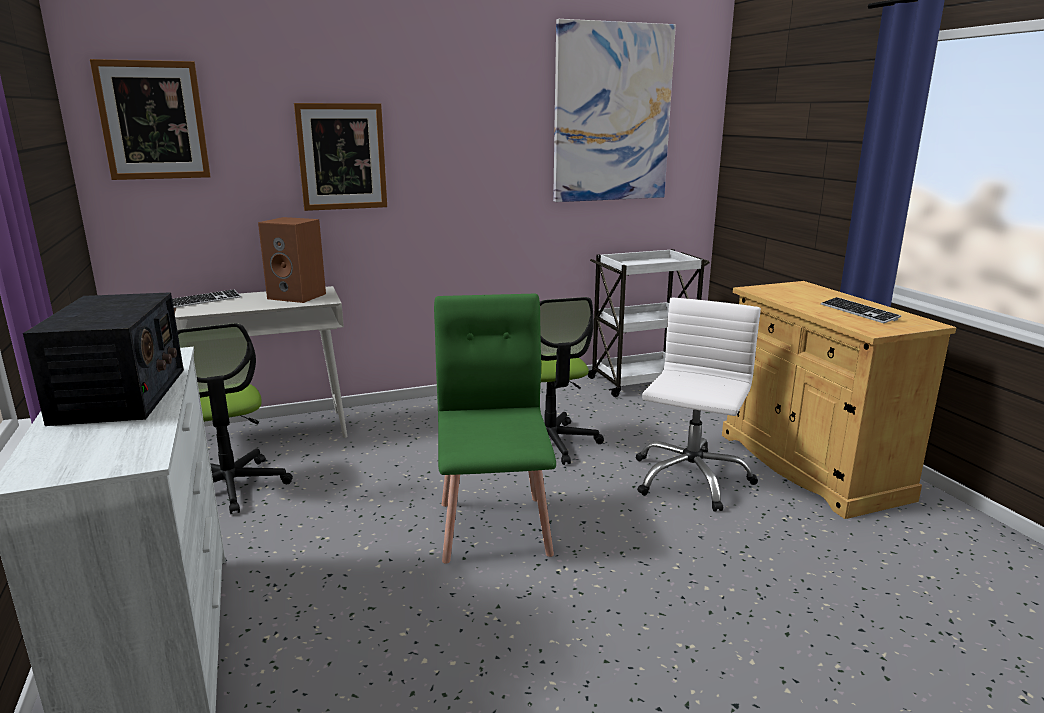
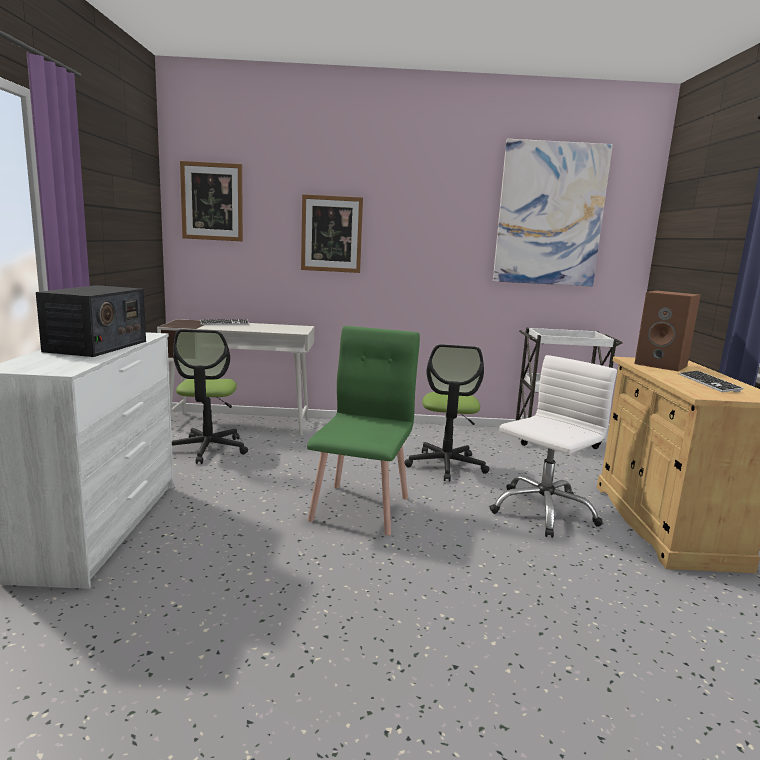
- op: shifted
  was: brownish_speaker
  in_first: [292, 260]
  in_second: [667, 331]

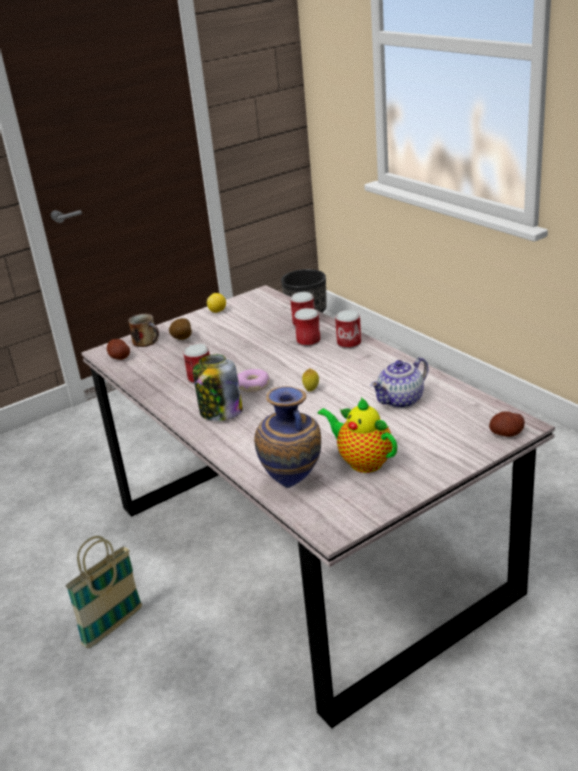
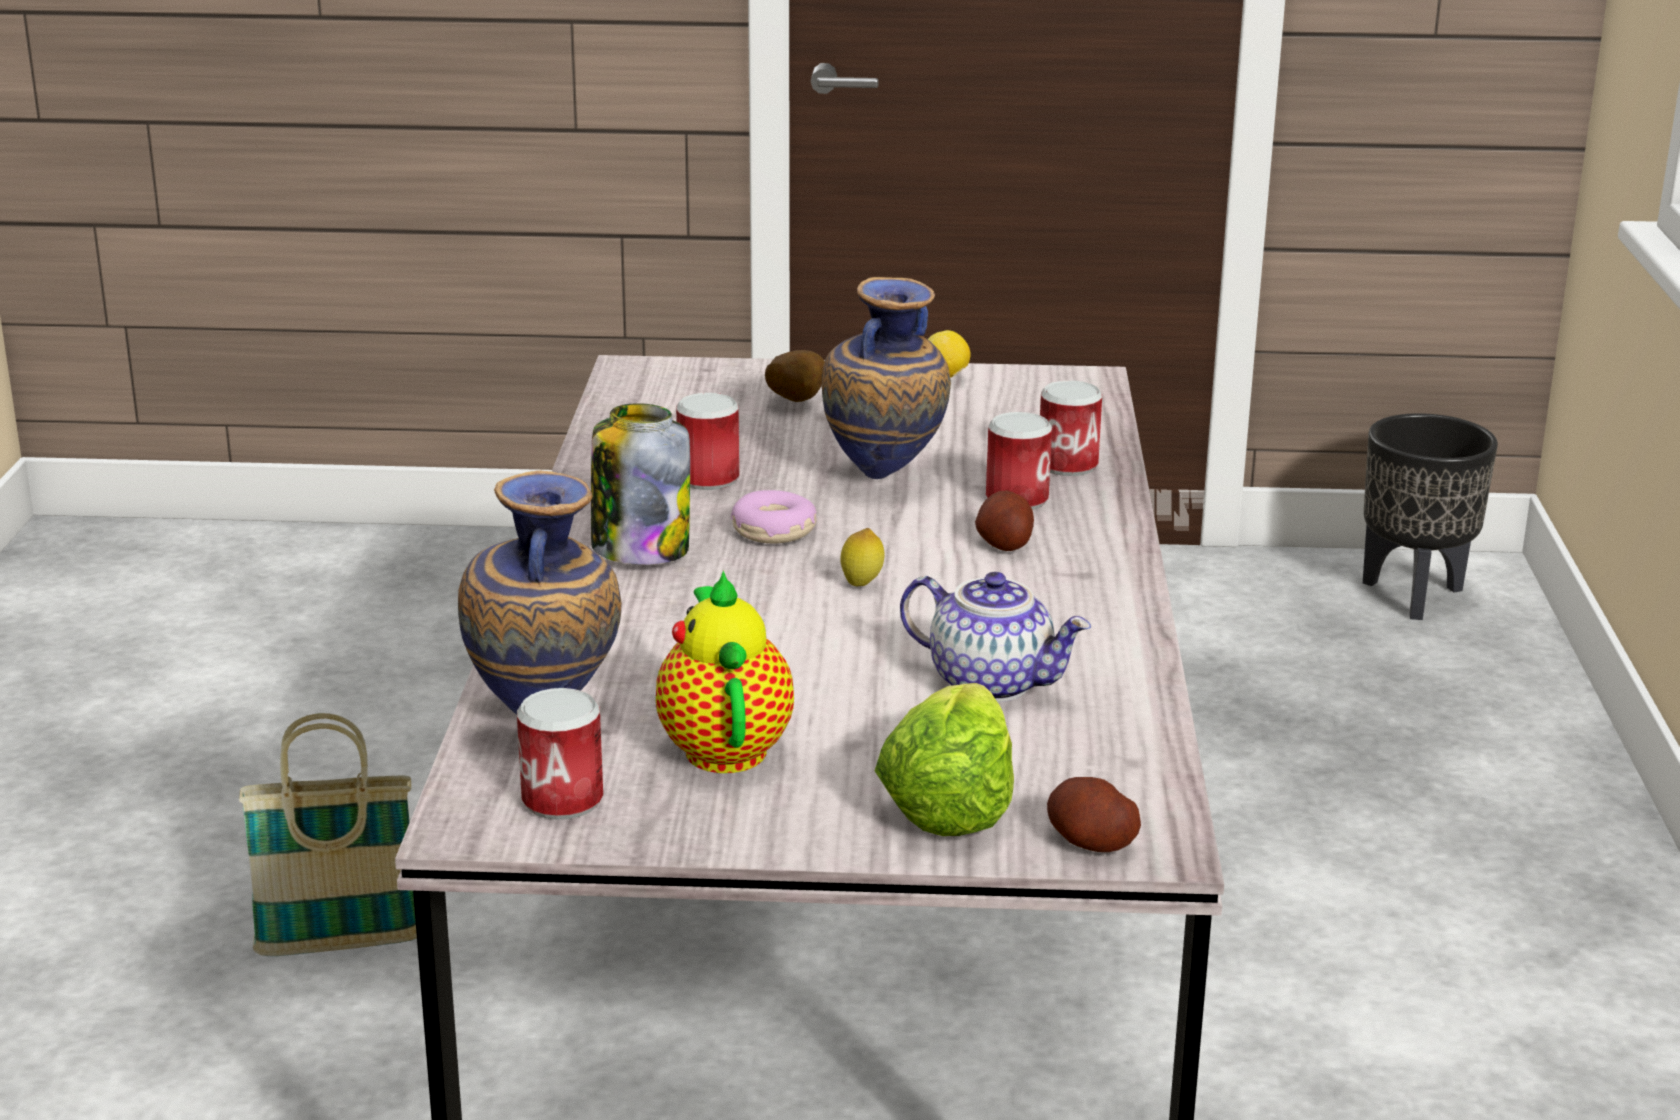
- op: shifted
  was: potato
  in_first: [118, 349]
  in_second: [1004, 520]
- op: gone
  was: coffee_mug
  in_first: [143, 330]
- op: shifted
  was: metal_can
  in_first: [348, 329]
  in_second: [560, 754]
- op: rotated
  was: tea_pot
  in_first: [399, 382]
  in_second: [995, 637]
  clockwise: -150
- op: new
  now: flower_vase
  in_second: [886, 378]
- op: new
  now: lettuce_head
  in_second: [944, 759]

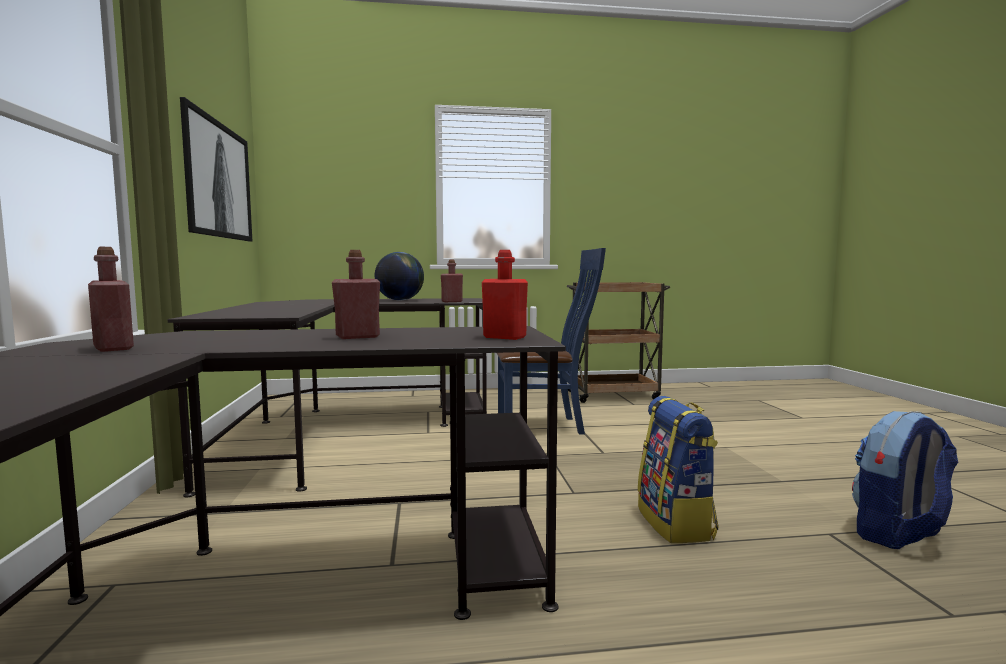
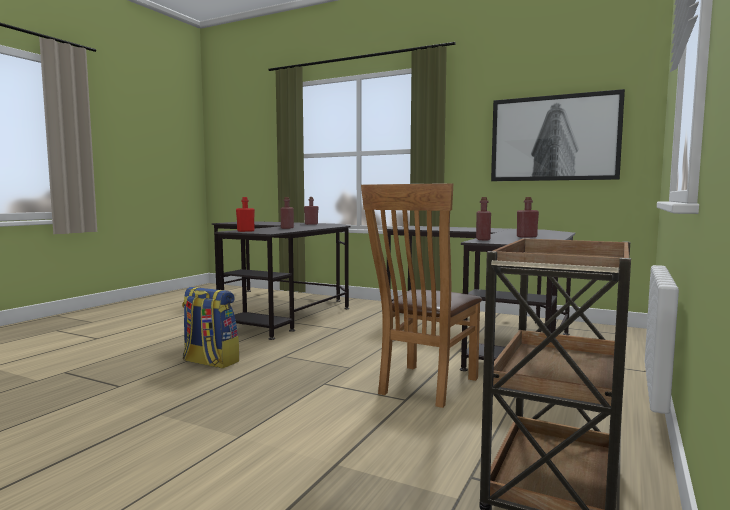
- op: swapped
  was: globe
  now: red-coloured_beverage_bottle
  in_first: [399, 276]
  in_second: [528, 217]
- op: repainted
  was: blue-coloured_plain_chair
  now: brownish_plain_chair
  in_first: [551, 341]
  in_second: [421, 295]
- op: gone
  was: rucksack
  in_first: [905, 480]

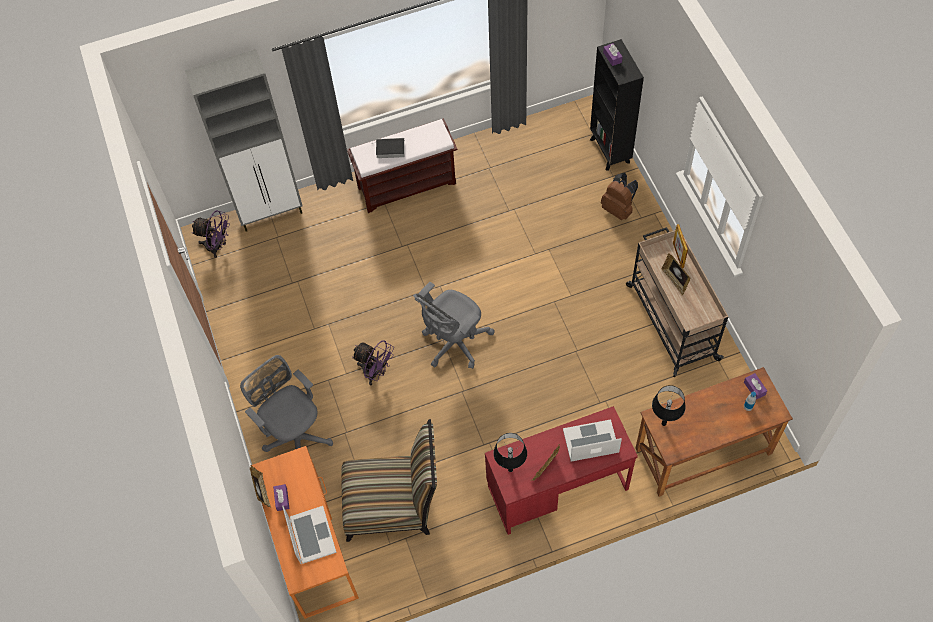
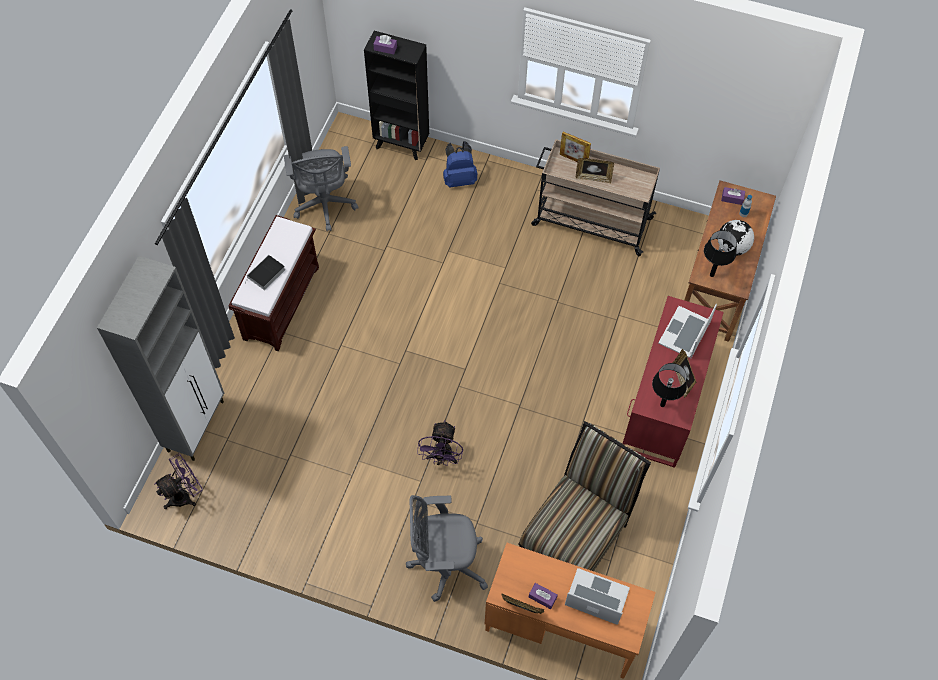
- op: rotated
  was: purple-coloured_electric_fan
  in_first: [373, 362]
  in_second: [440, 443]
  clockwise: 120
- op: shifted
  was: gray_computer_chair
  in_first: [454, 325]
  in_second: [321, 188]
- op: repainted
  was: brownish_rucksack
  now: blue-coloured_rucksack
  in_first: [619, 196]
  in_second: [460, 164]
- op: new
  now: globe
  in_second: [736, 238]

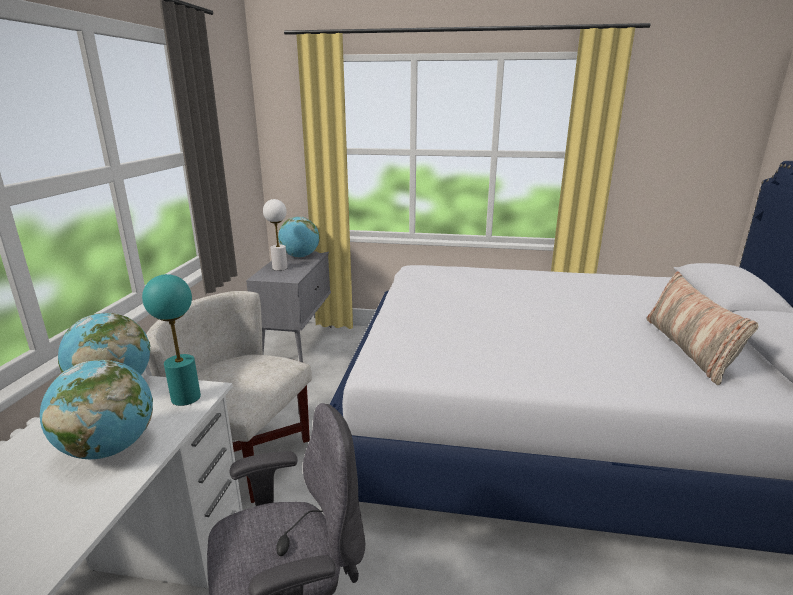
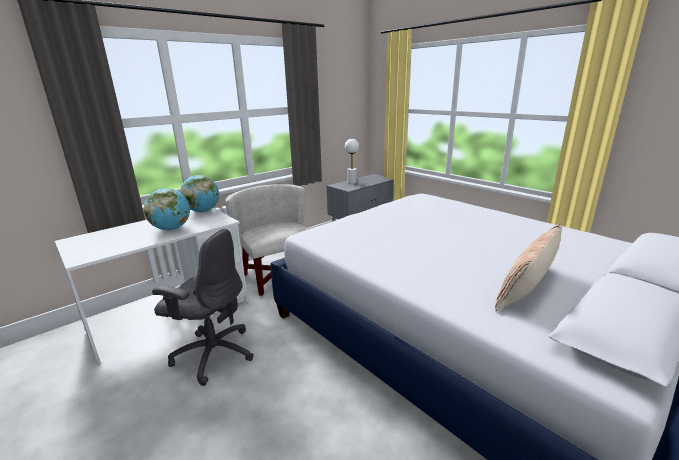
- op: gone
  was: blue-green_lamp_for_a_table
  in_first: [171, 340]
- op: gone
  was: globe
  in_first: [298, 237]

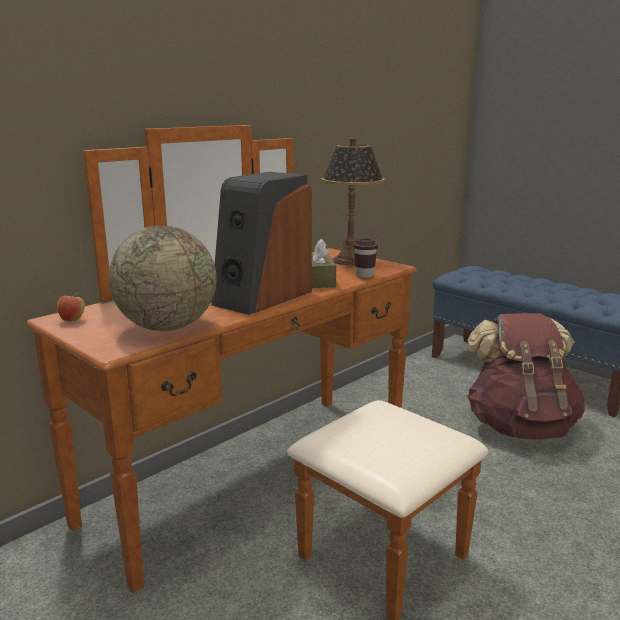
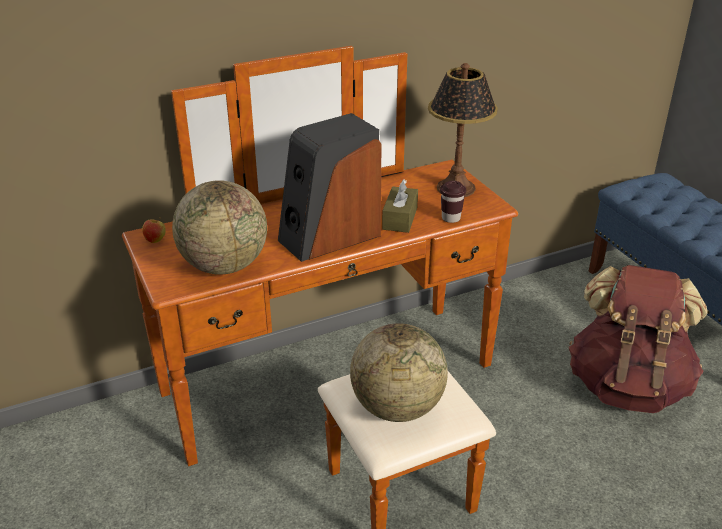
- op: new
  now: globe
  in_second: [399, 372]

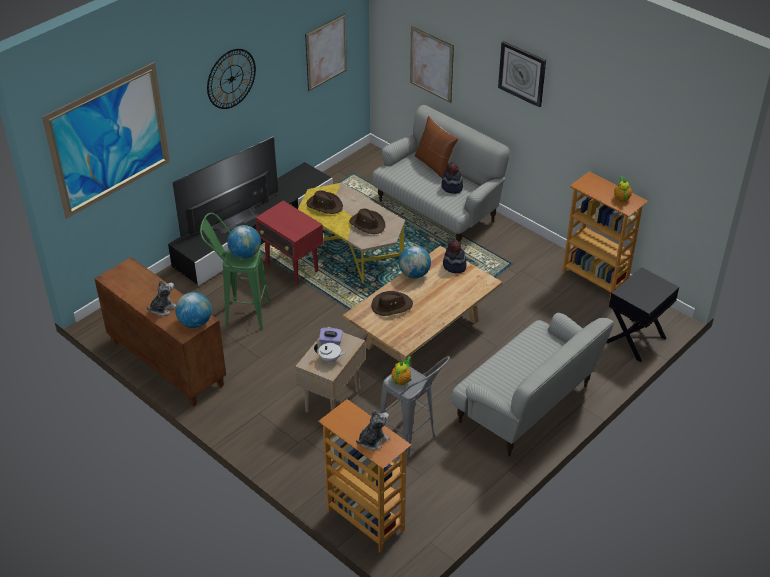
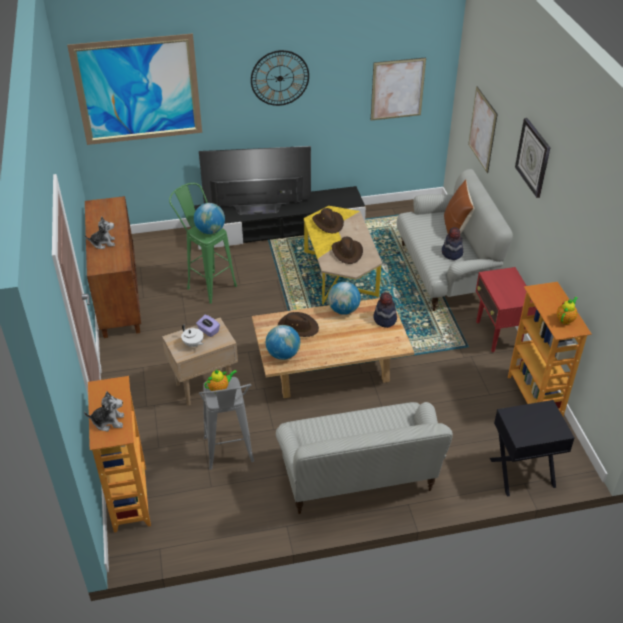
- op: shifted
  was: globe
  in_first: [193, 310]
  in_second: [283, 342]
- op: shifted
  was: red-coloured_accent_table
  in_first: [289, 242]
  in_second: [506, 309]

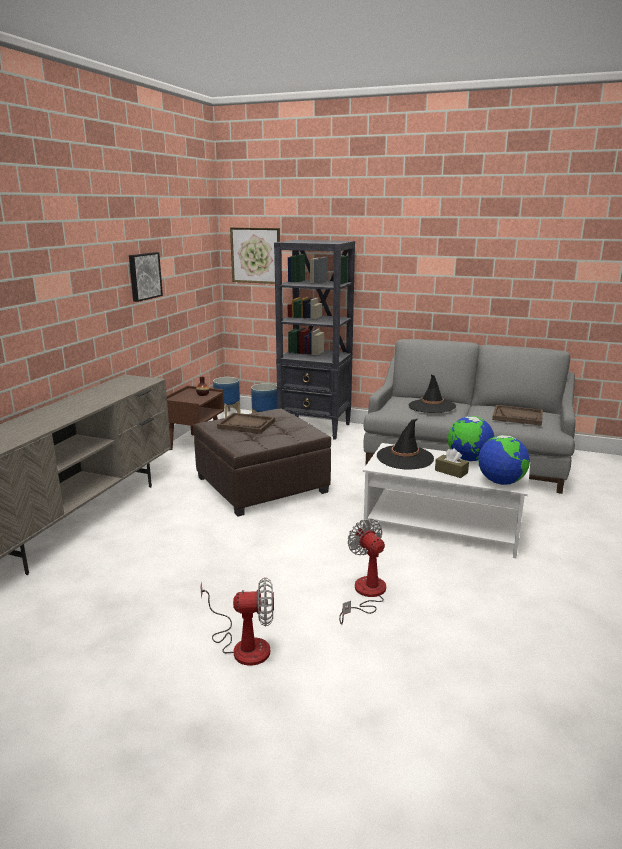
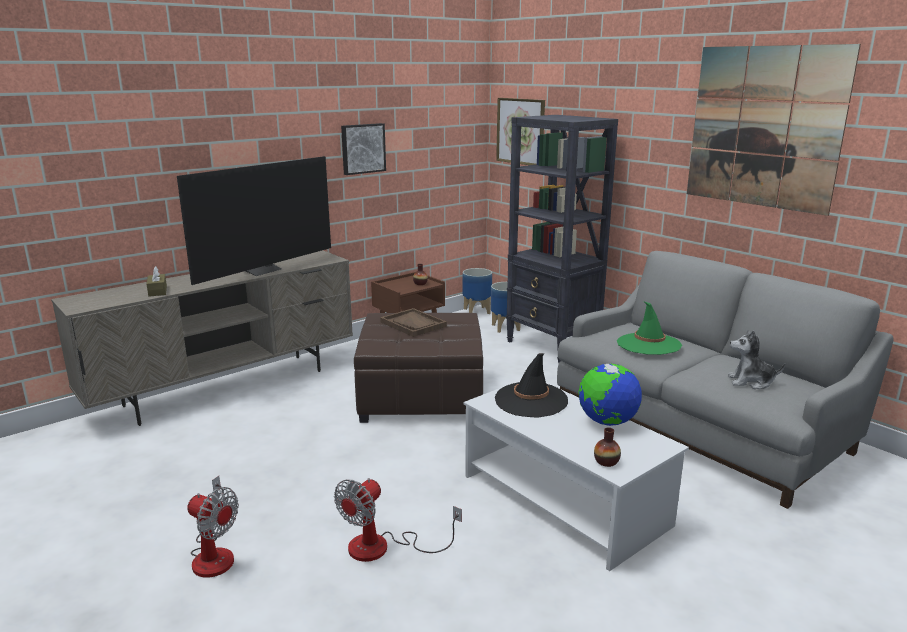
- op: rotated
  was: electric_fan
  in_first: [362, 572]
  in_second: [398, 520]
  clockwise: -150
- op: repainted
  was: blackish_clothing_hat
  now: green_clothing_hat
  in_first: [432, 394]
  in_second: [649, 328]
- op: shifted
  was: brownish_tissue_box
  in_first: [452, 463]
  in_second: [156, 281]
- op: swapped
  was: globe
  now: flower_vase
  in_first: [504, 460]
  in_second: [607, 447]
- op: swapped
  was: brownish_carrying_tray
  now: soft_toy
  in_first: [517, 415]
  in_second: [756, 359]
- op: new
  now: television
  in_second: [254, 220]
- op: new
  now: wall_art
  in_second: [774, 130]

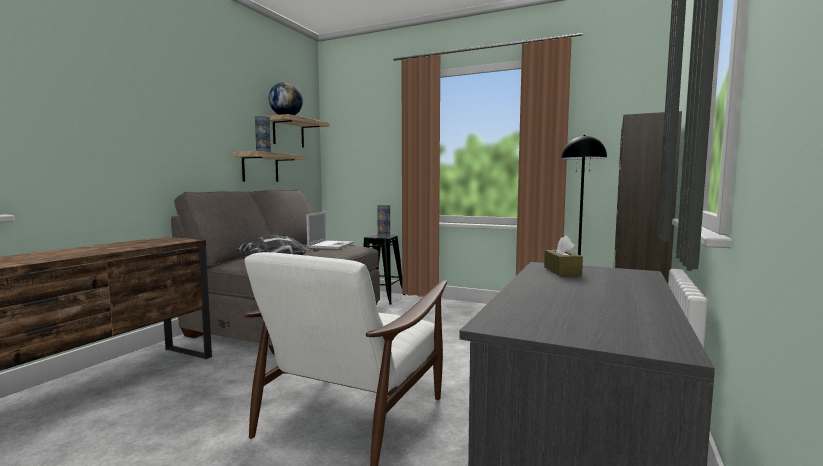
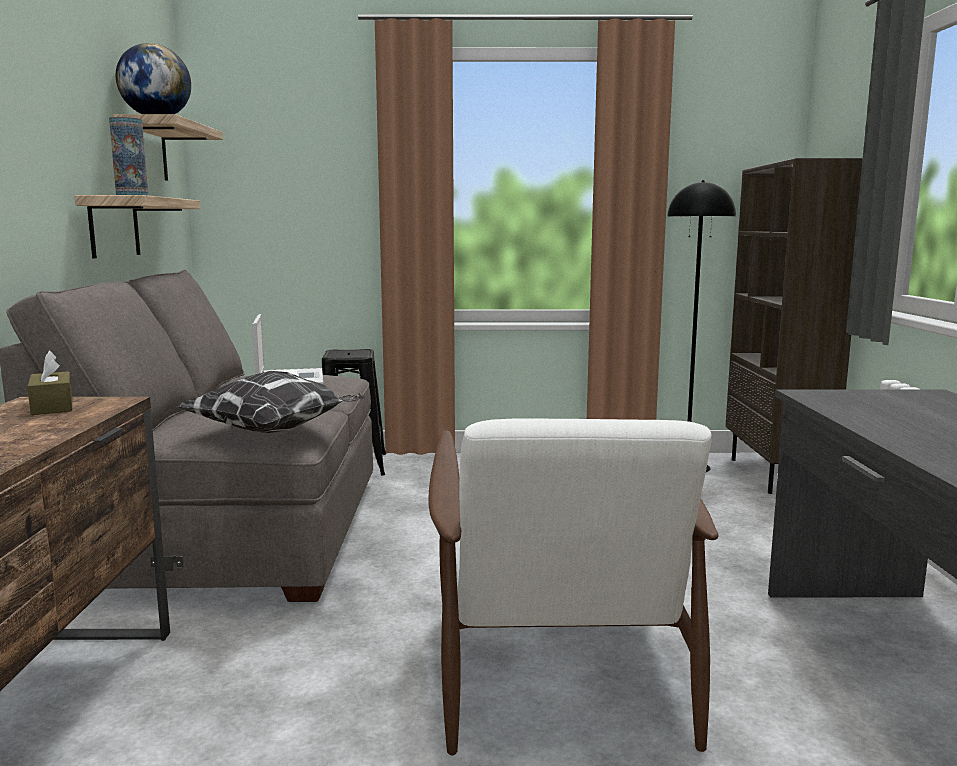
- op: gone
  was: flower_vase
  in_first: [383, 221]
- op: shifted
  was: brownish_tissue_box
  in_first: [563, 255]
  in_second: [49, 382]

